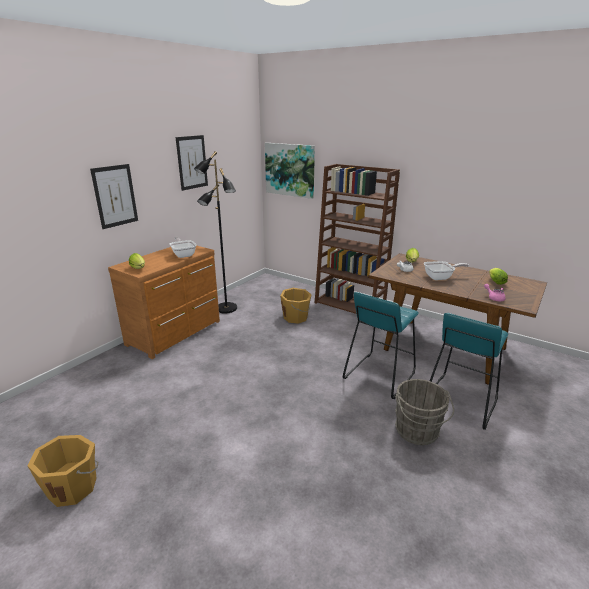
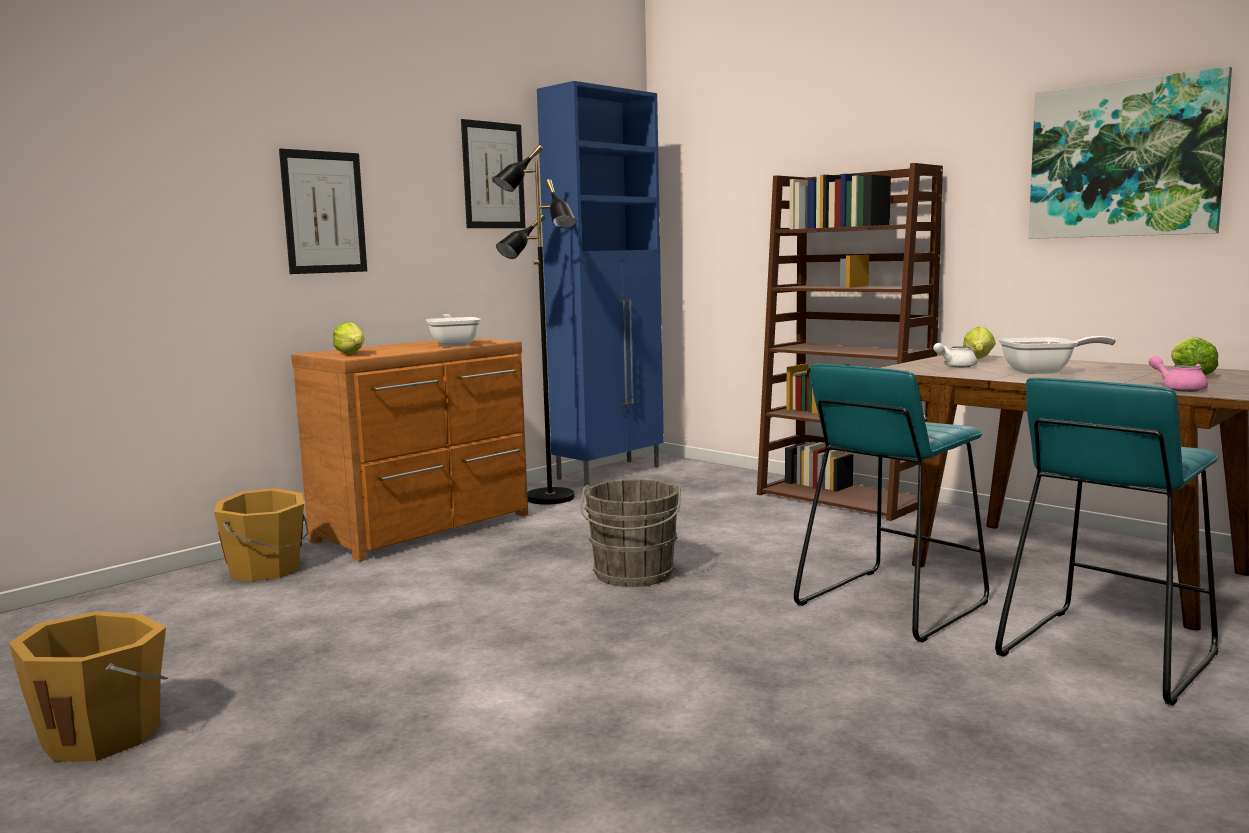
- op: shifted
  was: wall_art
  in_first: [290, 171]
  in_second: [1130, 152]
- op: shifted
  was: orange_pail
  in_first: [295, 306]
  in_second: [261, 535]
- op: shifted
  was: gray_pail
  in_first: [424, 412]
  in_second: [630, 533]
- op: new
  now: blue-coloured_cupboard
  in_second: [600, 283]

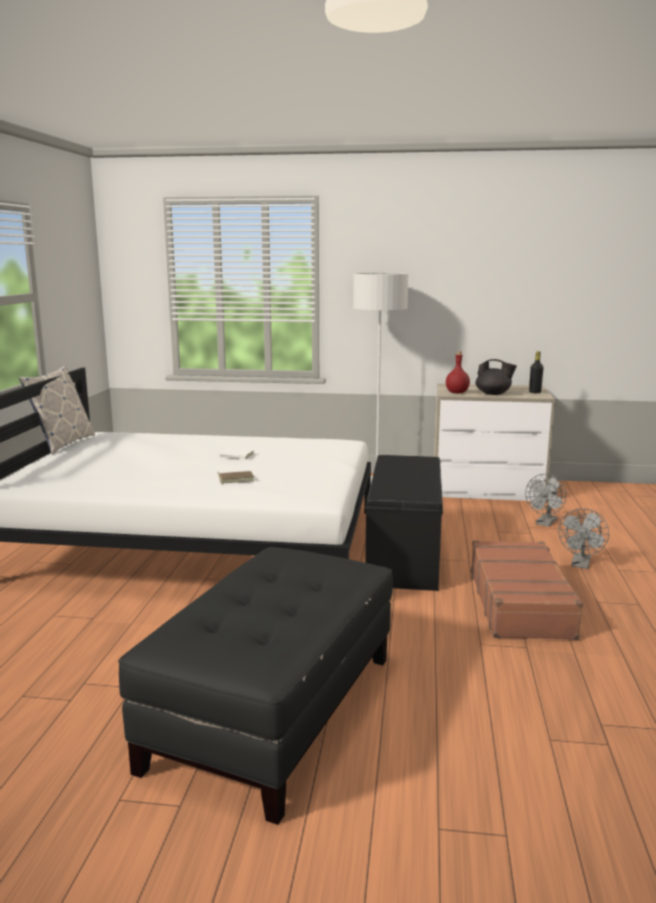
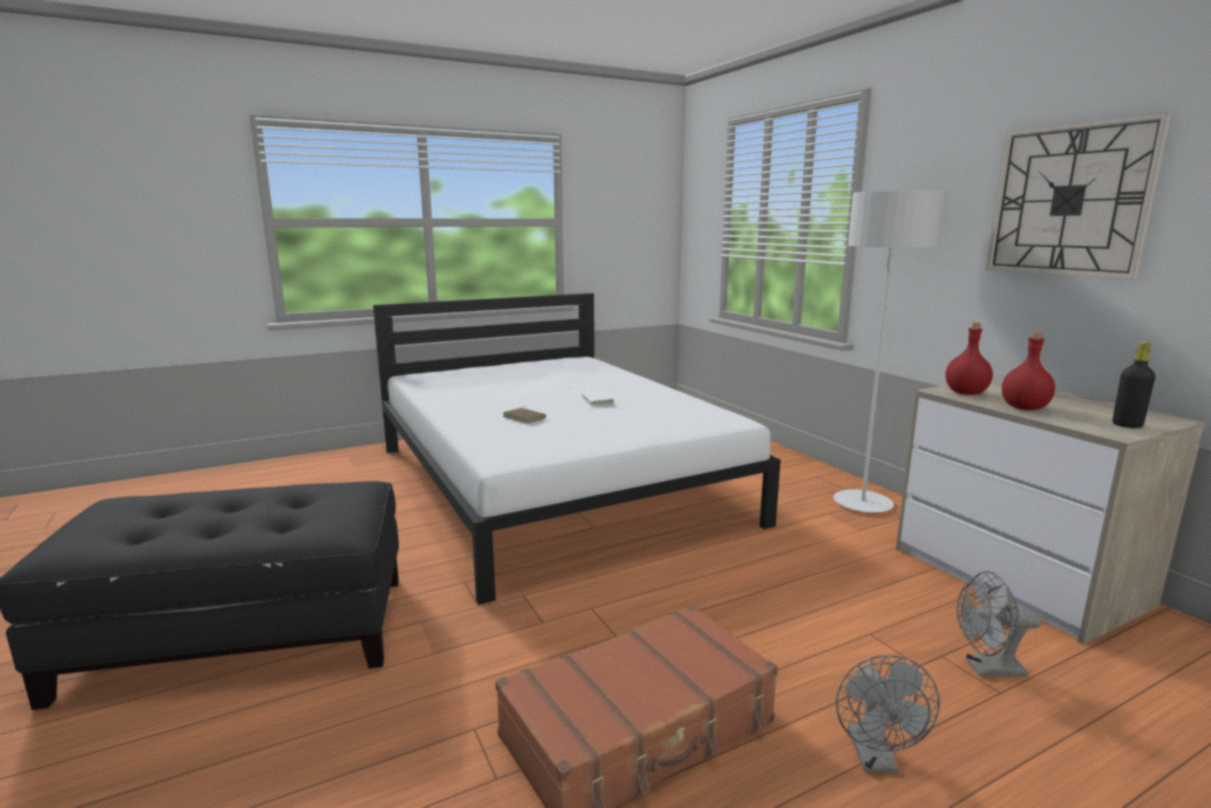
- op: gone
  was: pillow
  in_first: [57, 410]
- op: gone
  was: blackish_long_seat
  in_first: [404, 523]
- op: swapped
  was: blackish_tea_pot
  now: red-coloured_beverage_bottle
  in_first: [496, 377]
  in_second: [1028, 371]
- op: rotated
  was: gray_electric_fan
  in_first: [583, 538]
  in_second: [888, 714]
  clockwise: -75
- op: new
  now: wall_clock
  in_second: [1079, 196]

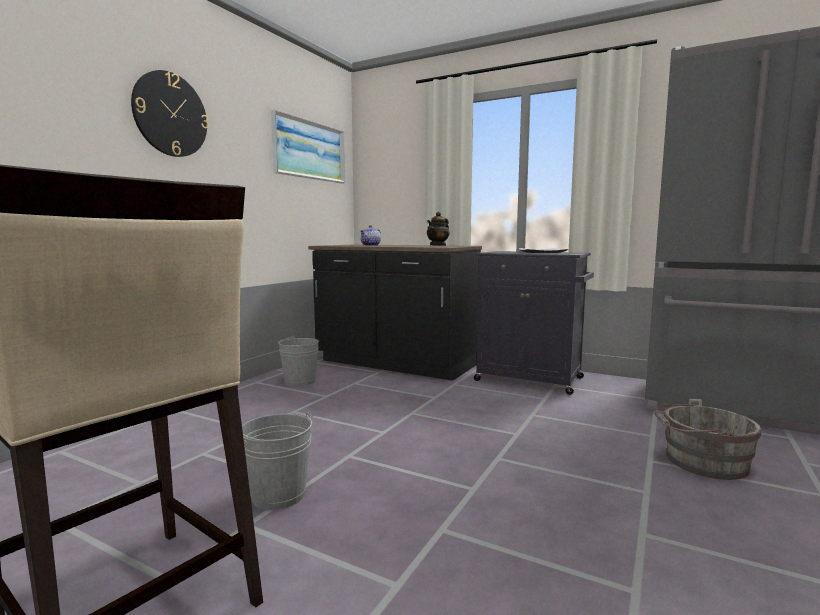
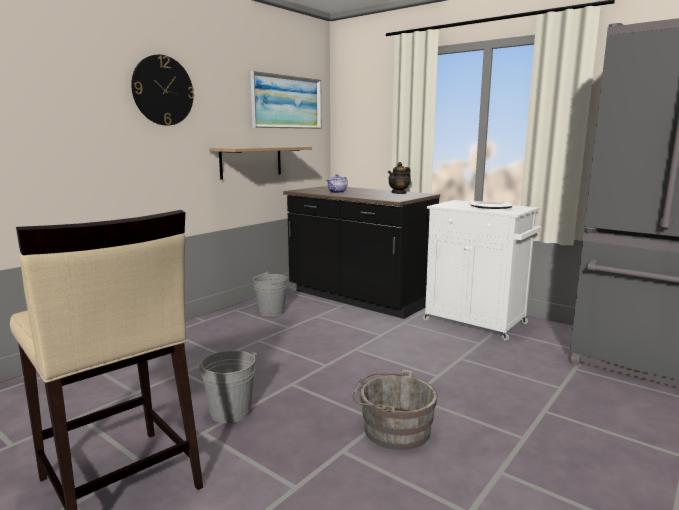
- op: repainted
  was: blackish_cupboard
  now: whitish_cupboard
  in_first: [534, 323]
  in_second: [482, 270]
- op: shifted
  was: gray_pail
  in_first: [708, 439]
  in_second: [395, 409]
- op: new
  now: bracket_shelf
  in_second: [260, 163]

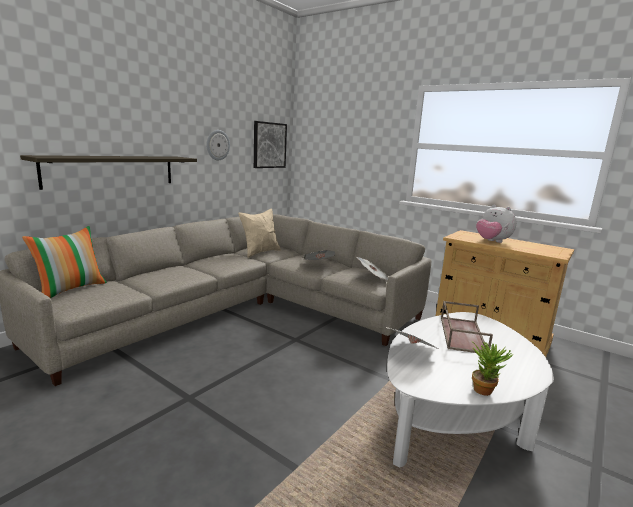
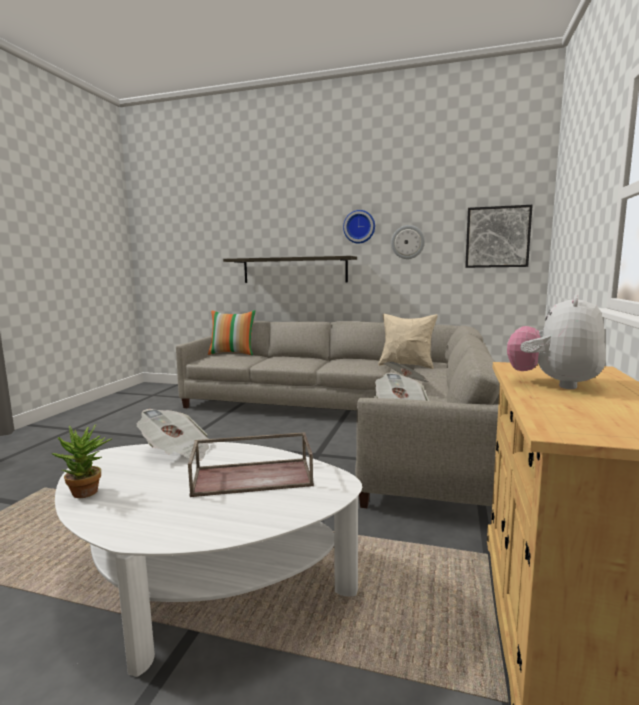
- op: new
  now: wall_clock
  in_second: [359, 226]

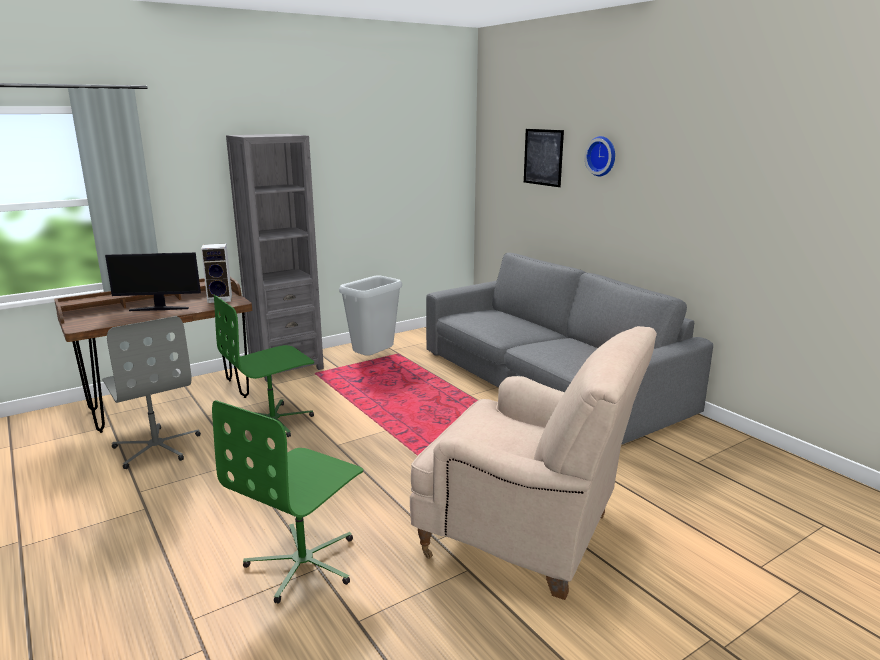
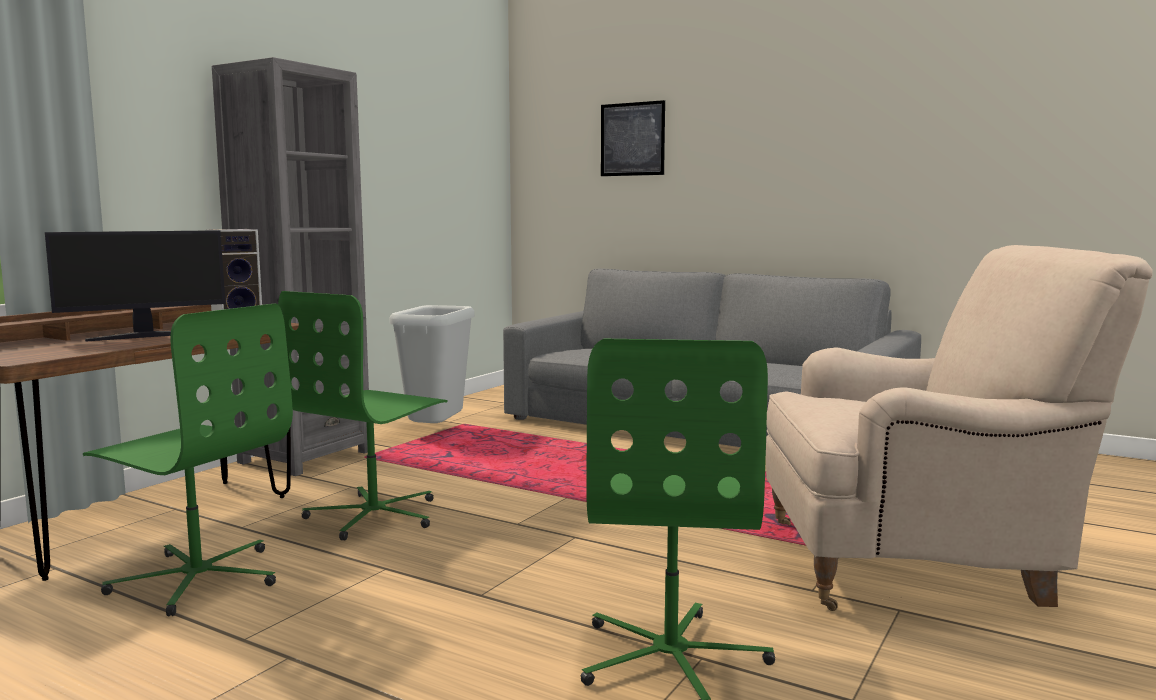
- op: repainted
  was: gray_computer_chair
  now: green_computer_chair
  in_first: [151, 392]
  in_second: [188, 459]
- op: gone
  was: wall_clock
  in_first: [599, 156]

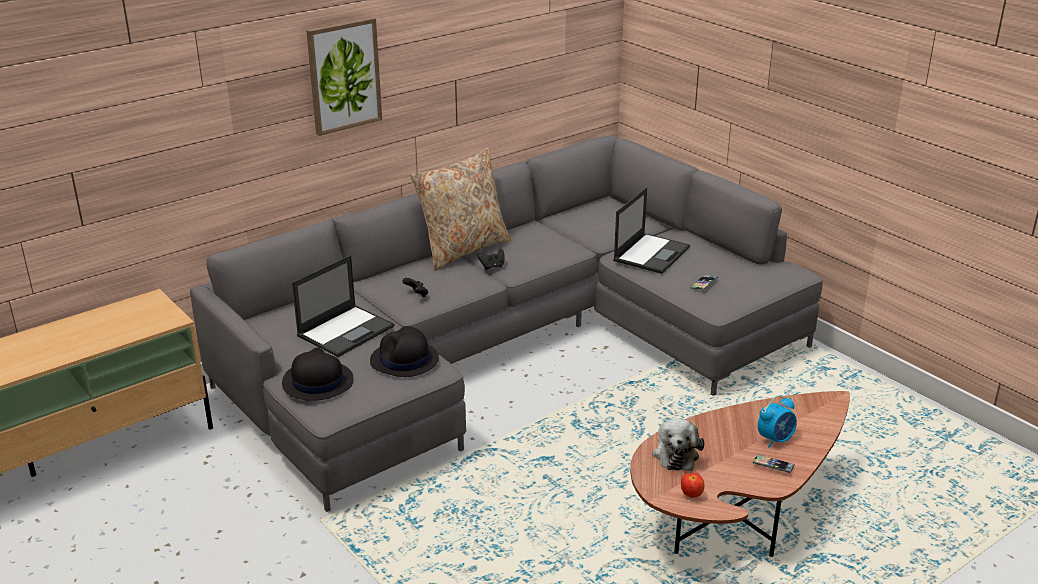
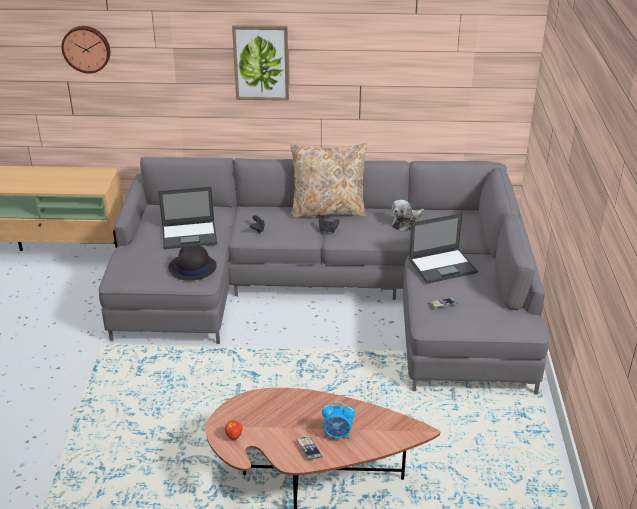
- op: gone
  was: blackish_clothing_hat
  in_first: [318, 374]
- op: shifted
  was: soft_toy
  in_first: [678, 445]
  in_second: [408, 216]
- op: new
  now: wall_clock
  in_second: [85, 49]

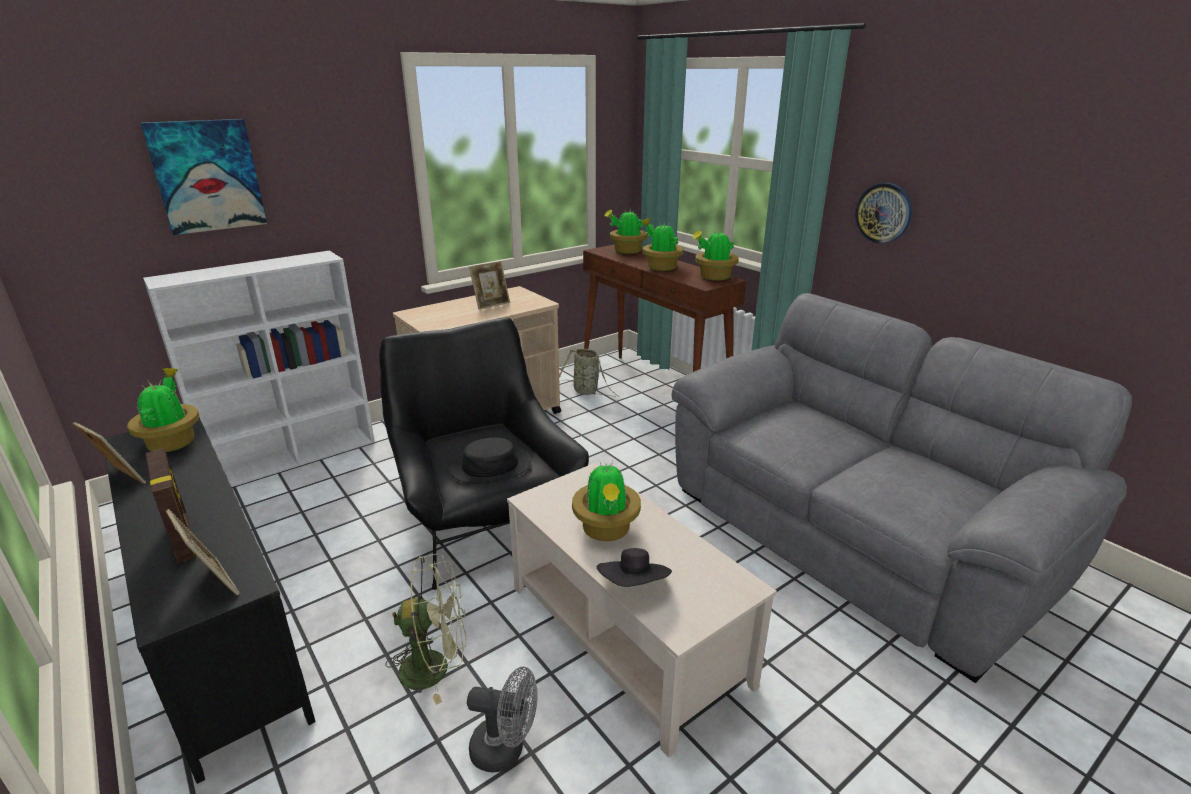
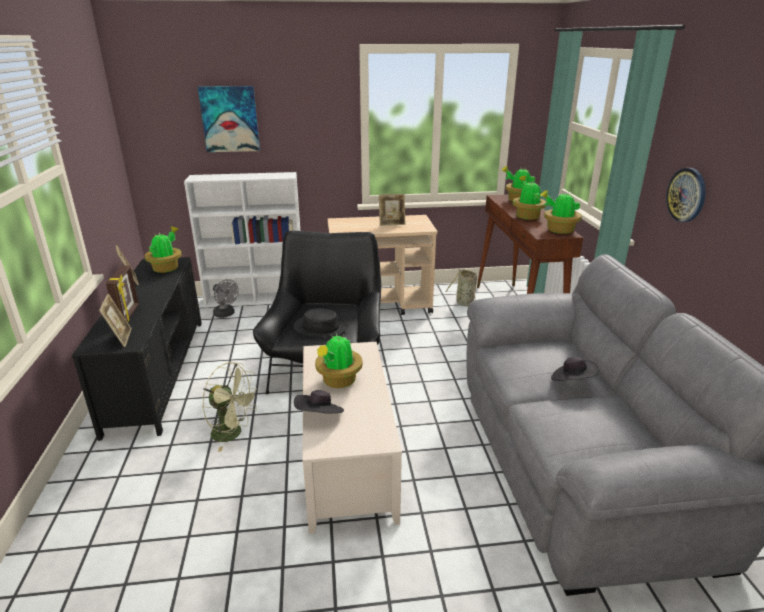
- op: shifted
  was: gray_electric_fan
  in_first: [502, 719]
  in_second: [226, 298]
- op: new
  now: blackish_clothing_hat
  in_second: [575, 368]

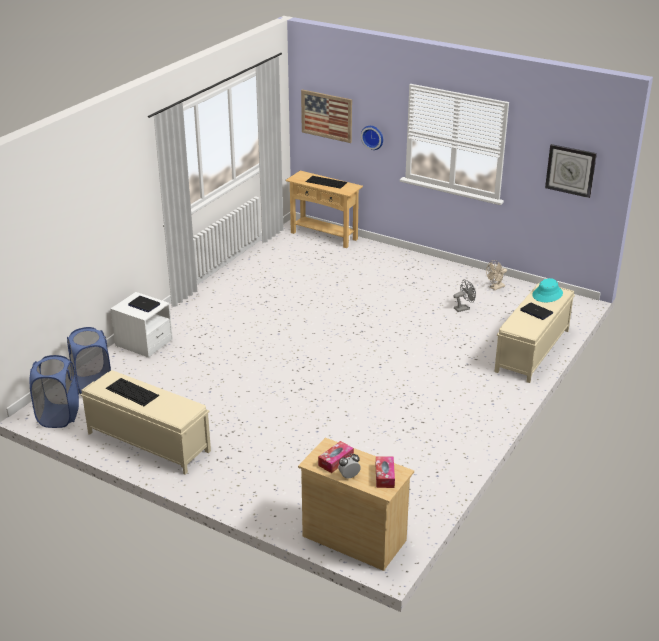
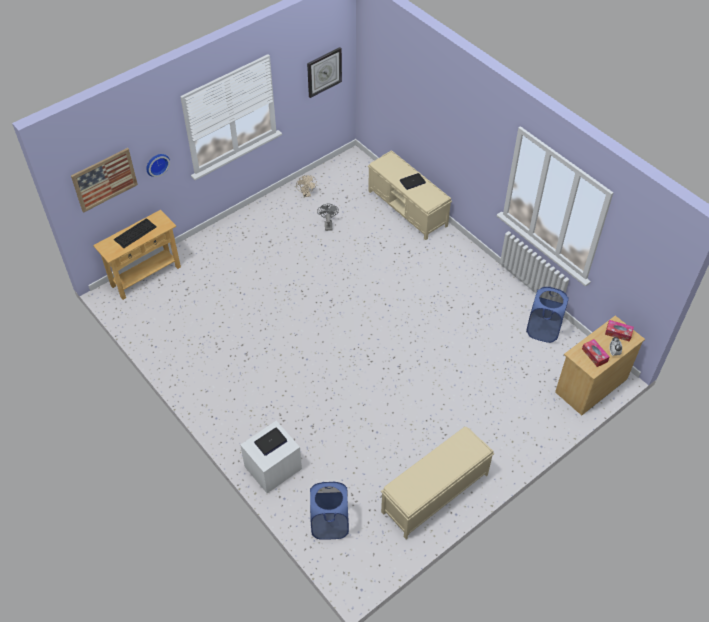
- op: shifted
  was: blue-coloured_hamper
  in_first: [54, 391]
  in_second: [547, 315]
- op: gone
  was: computer_keyboard
  in_first: [132, 392]
- op: gone
  was: blue-green_clothing_hat
  in_first: [547, 290]

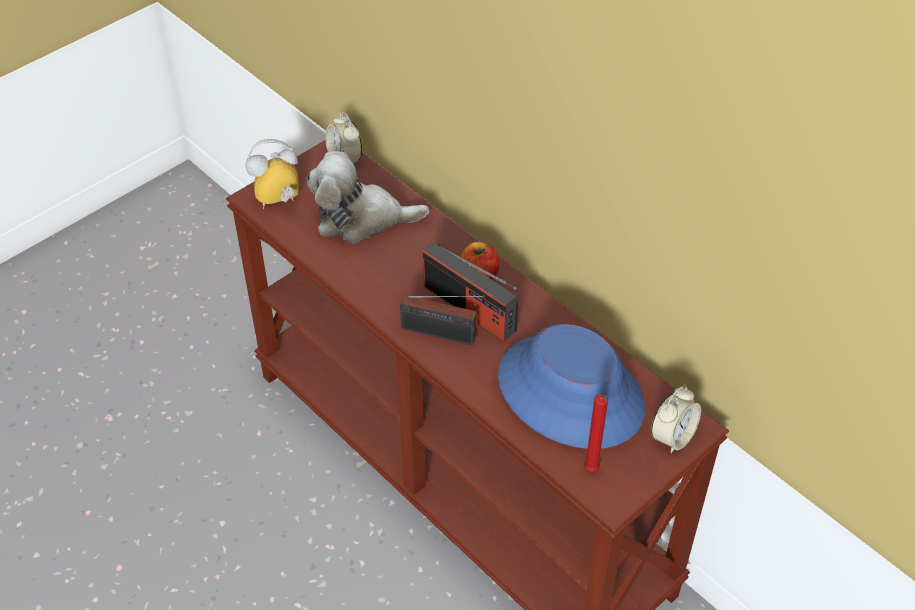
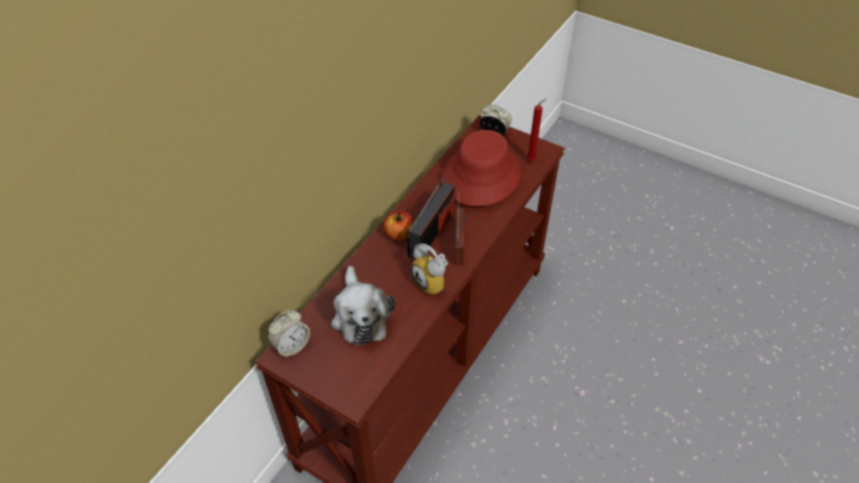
- op: shifted
  was: bedside_clock
  in_first: [272, 174]
  in_second: [429, 269]
- op: repainted
  was: blue-coloured_clothing_hat
  now: red-coloured_clothing_hat
  in_first: [571, 386]
  in_second: [481, 168]

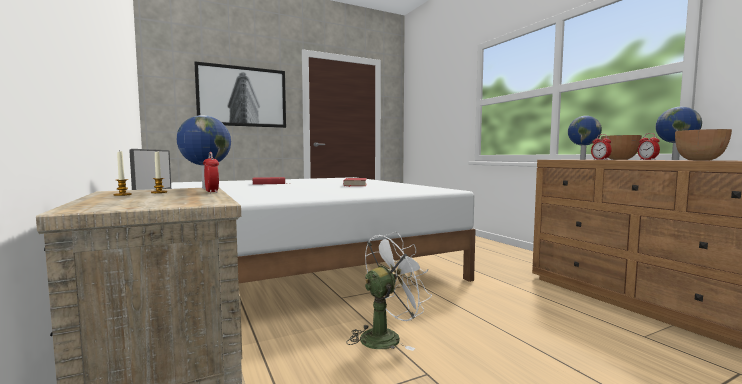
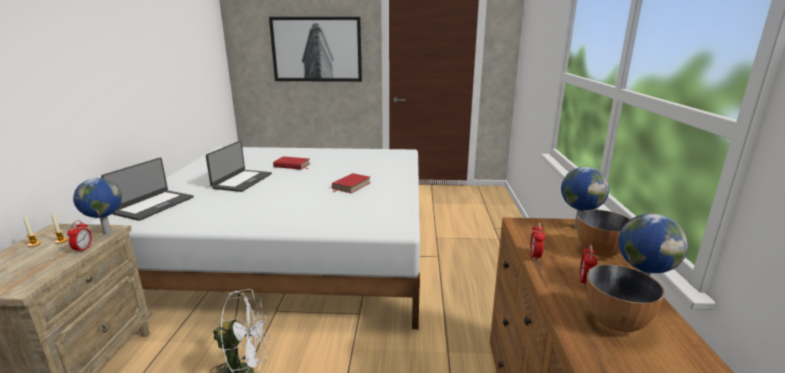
- op: new
  now: portable_computer
  in_second: [239, 166]

